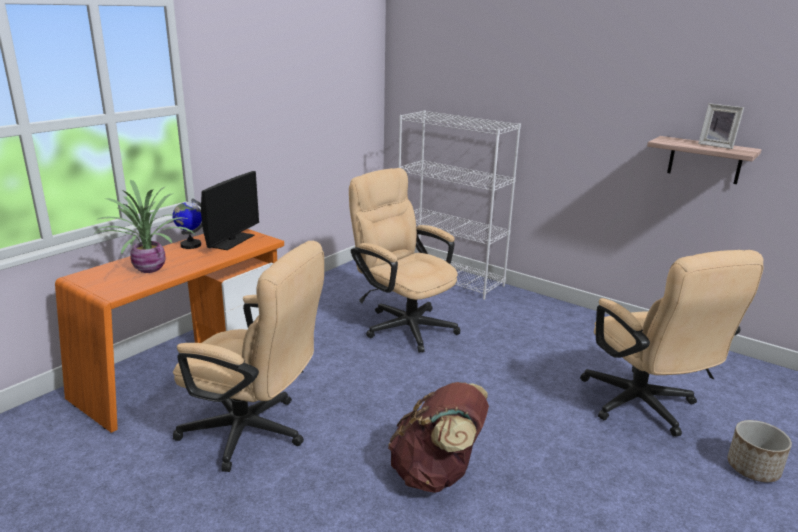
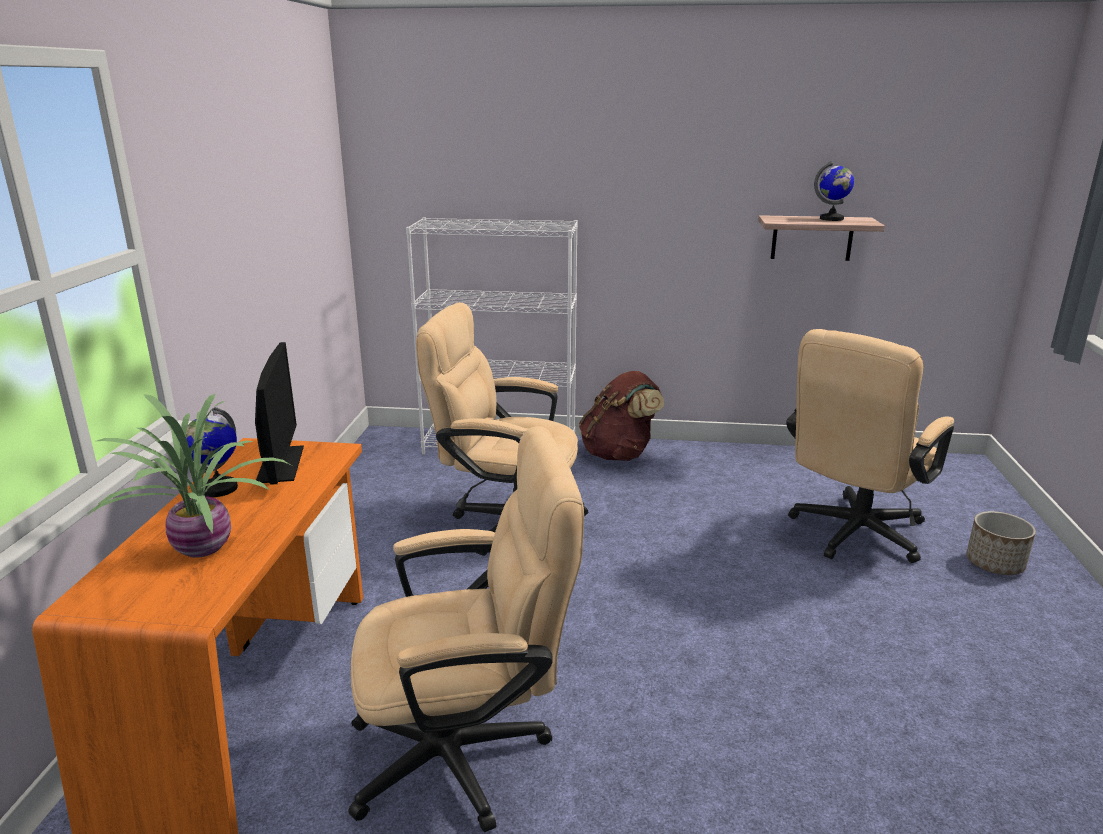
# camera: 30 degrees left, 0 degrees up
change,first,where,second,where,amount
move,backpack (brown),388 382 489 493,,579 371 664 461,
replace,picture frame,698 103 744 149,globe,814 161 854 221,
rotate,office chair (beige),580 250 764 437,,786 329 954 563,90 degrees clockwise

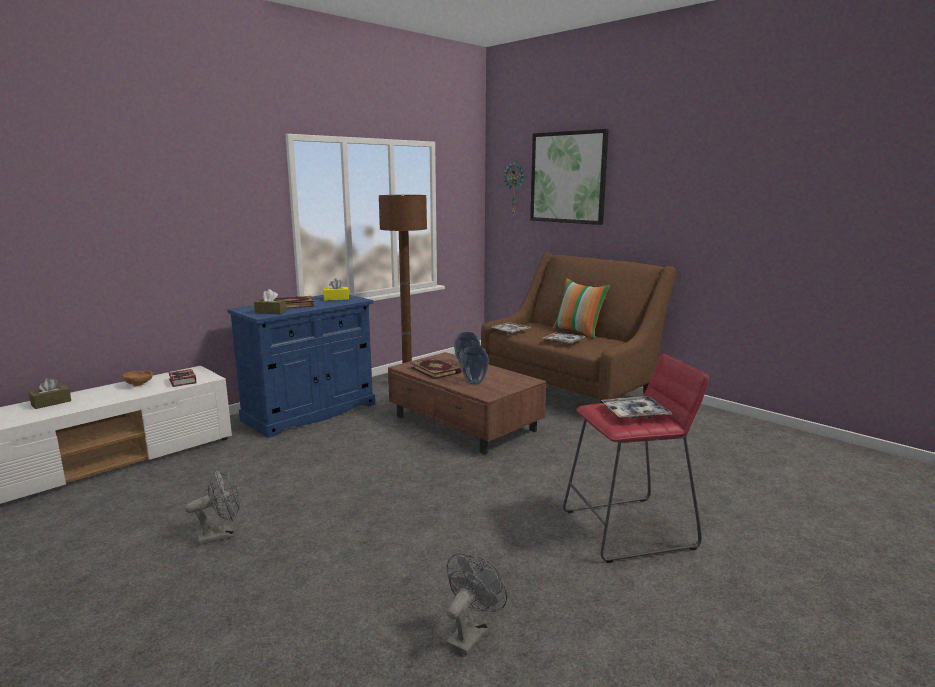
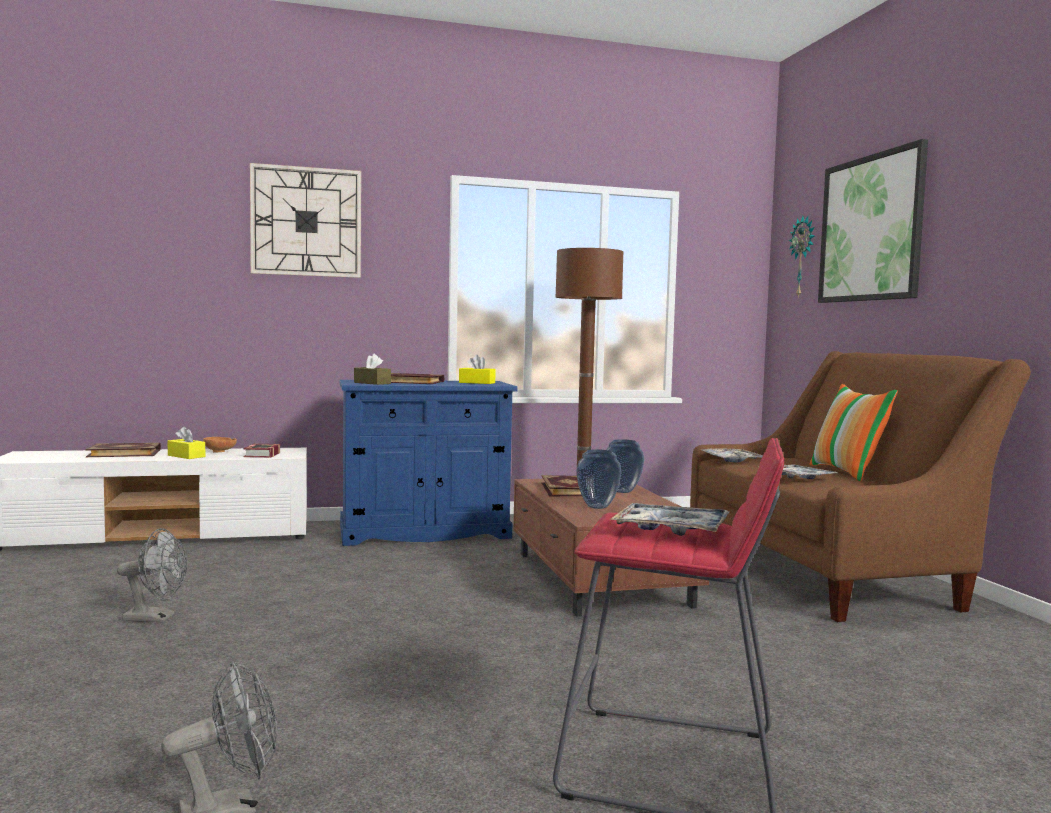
# camera: 30 degrees right, 10 degrees down
change,first,where,second,where,amount
insert,,,tissue box (yellow),168 427 205 459,
insert,,,wall clock,250 163 361 278,
replace,tissue box (brown),29 378 71 409,book,85 443 161 457,

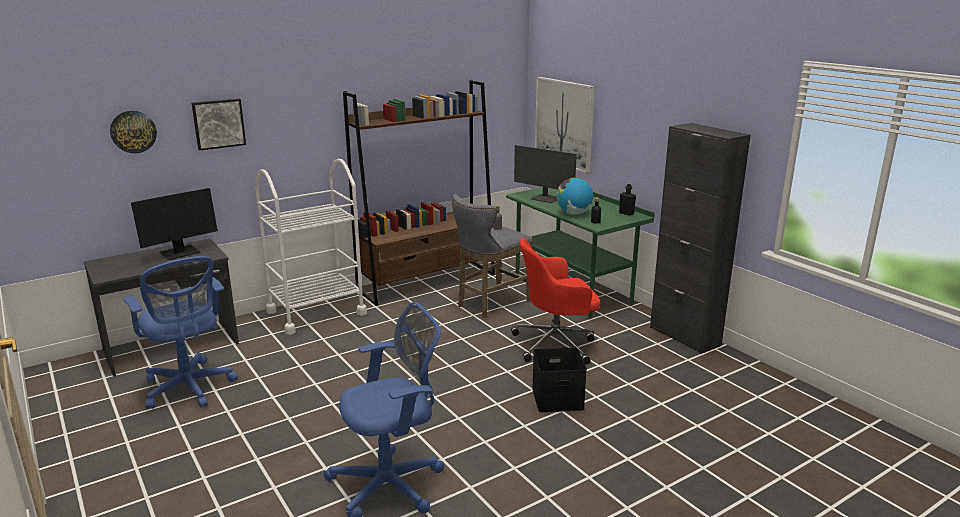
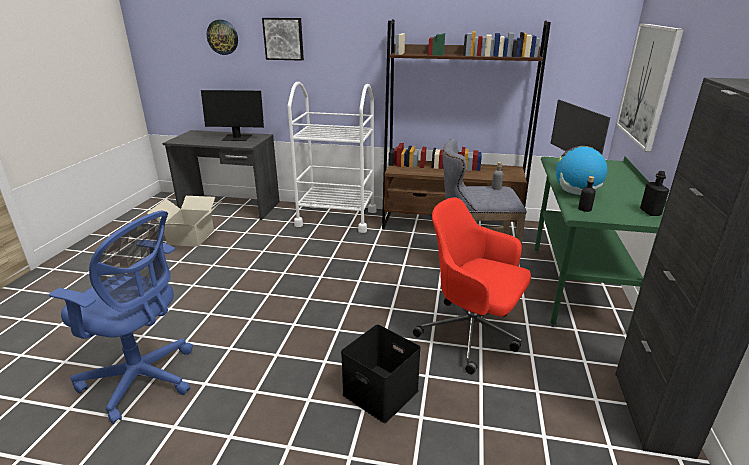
# camera: 45 degrees right, 5 degrees up
change,first,where,second,where,amount
replace,office chair (blue),123 256 238 409,cardboard box,147 196 222 247,

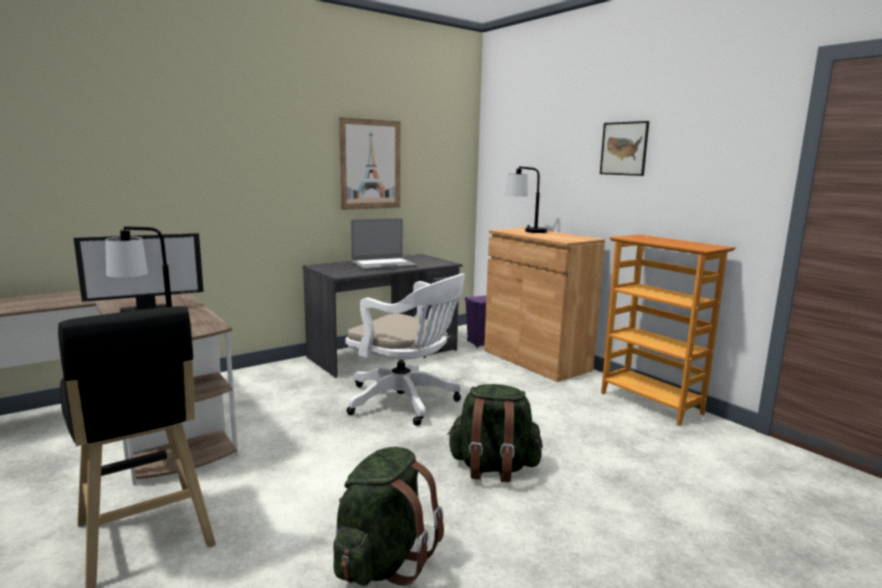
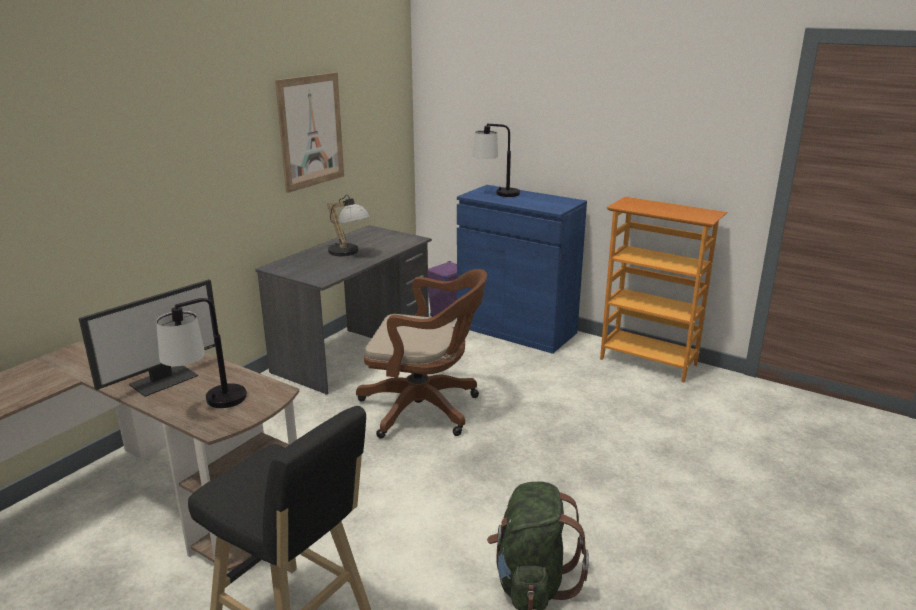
# camera: 20 degrees left, 10 degrees up
change,first,where,second,where,amount
delete,backpack (green),447 384 543 482,,,
delete,picture,600 121 649 176,,,
replace,laptop,351 218 417 269,table lamp,327 194 370 256,
recolor,office chair (white),346 273 465 426,office chair (brown),356 269 487 439,
recolor,cabinet (brown),484 227 605 382,cabinet (blue),457 185 587 354,

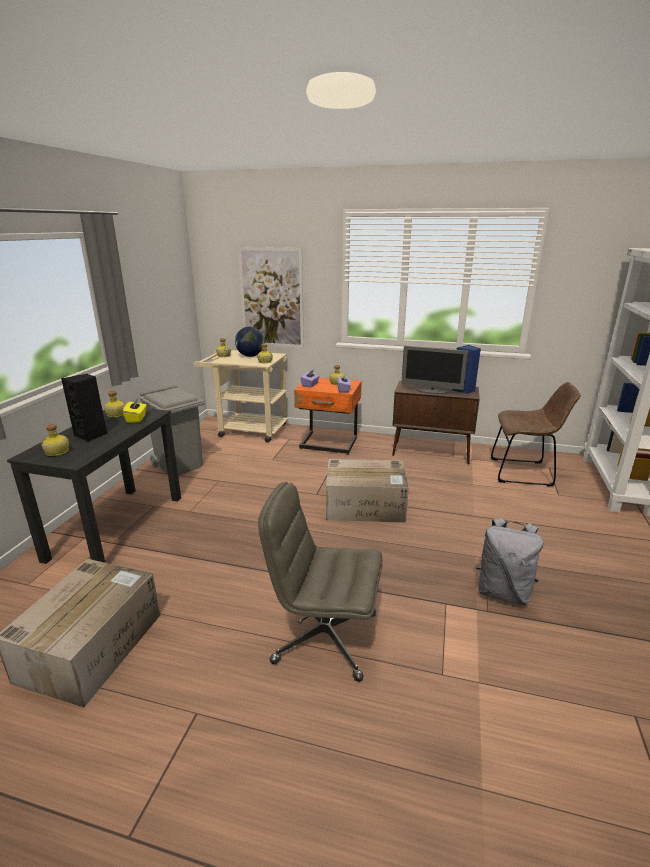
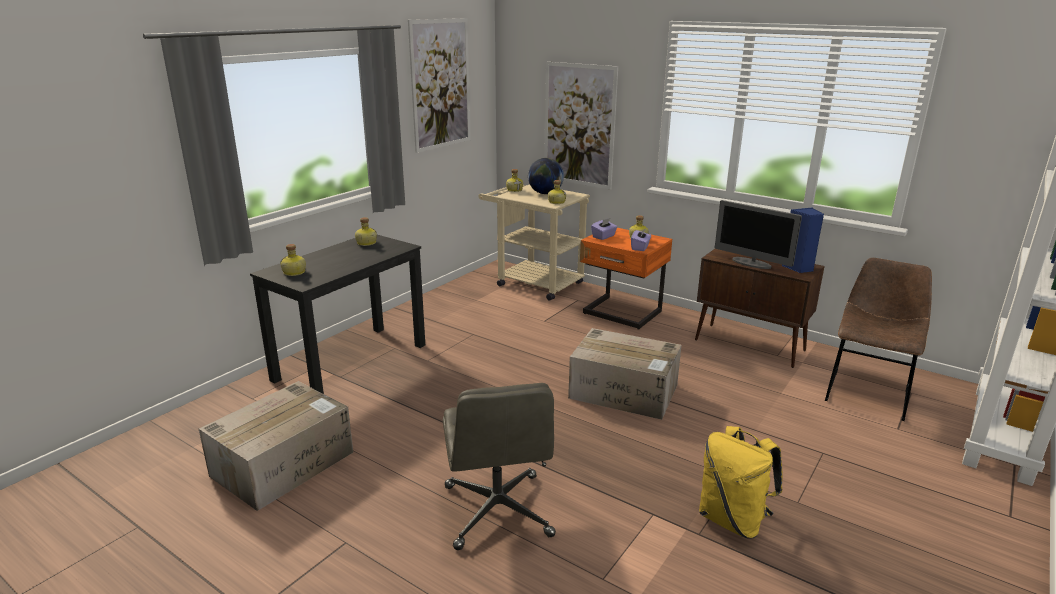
# camera: 20 degrees right, 0 degrees up
change,first,where,second,where,amount
delete,speaker (black),61 374 107 442,,,
delete,tissue box (yellow),123 398 146 423,,,
delete,trash can (grey),140 385 205 475,,,
insert,,,picture,408 18 471 153,
recolor,backpack (grey),476 518 543 605,backpack (yellow),699 426 783 539,
rotate,office chair (grey),258 482 383 682,,443 383 556 550,135 degrees counterclockwise
rotate,chair (brown),491 382 580 486,,825 258 932 421,90 degrees counterclockwise

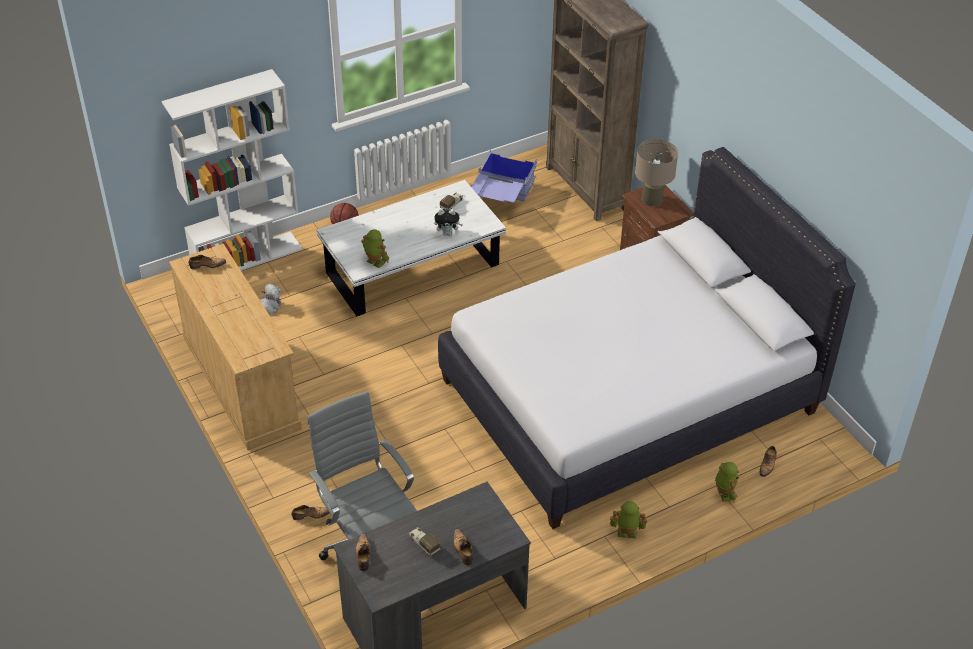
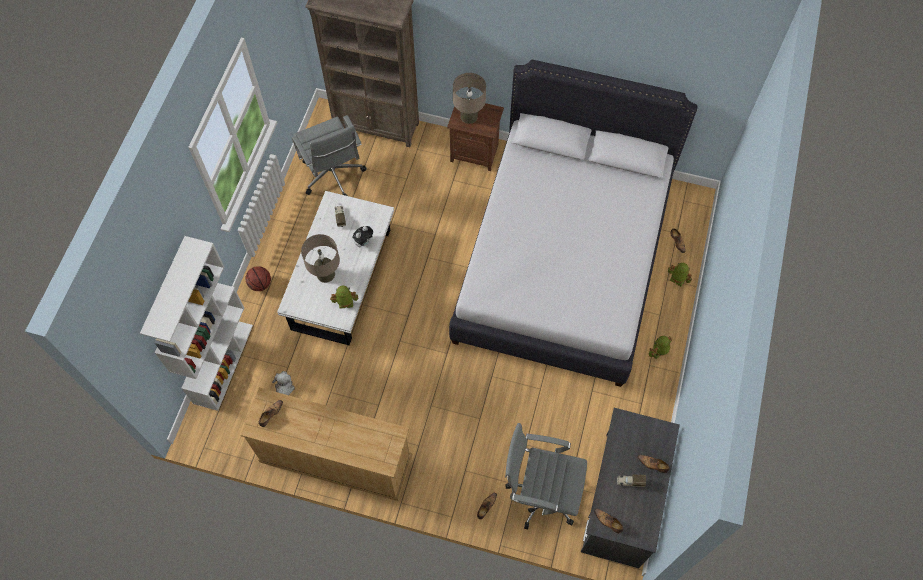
# camera: 45 degrees left, 20 degrees up
change,first,where,second,where,amount
insert,,,table lamp (beige),301 234 340 283,
replace,storage box (blue),471 149 537 203,office chair (grey),292 115 367 196,

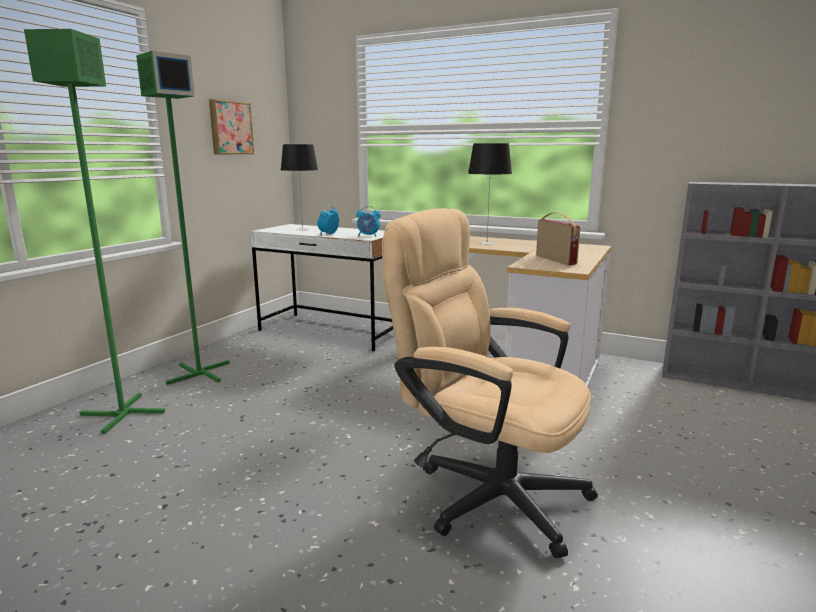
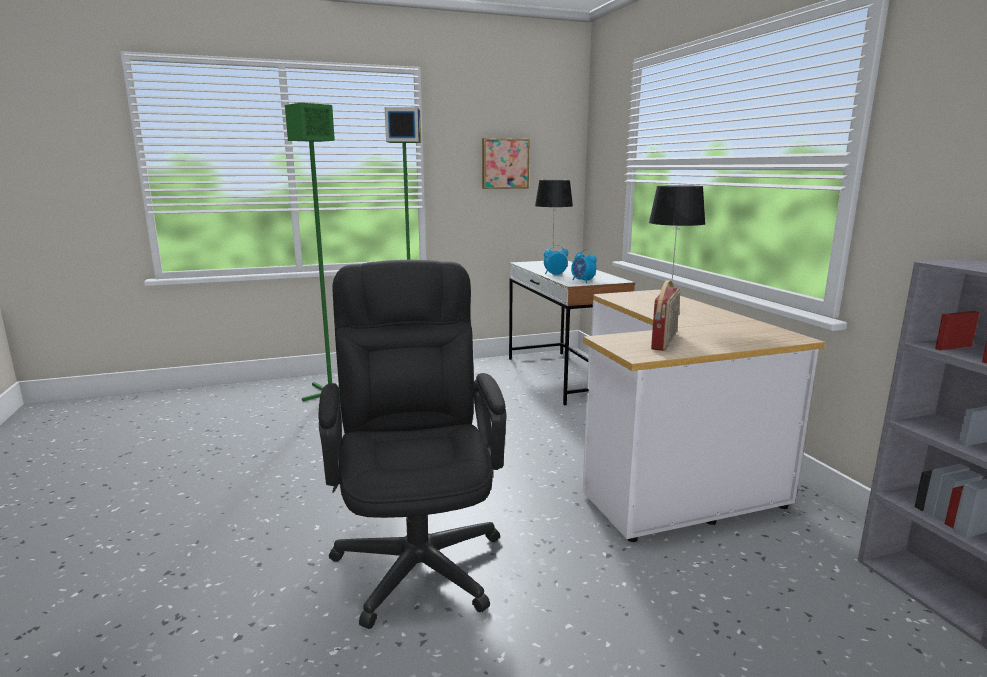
# camera: 45 degrees right, 0 degrees up
change,first,where,second,where,amount
recolor,office chair (beige),382 208 598 558,office chair (black),319 260 506 629,

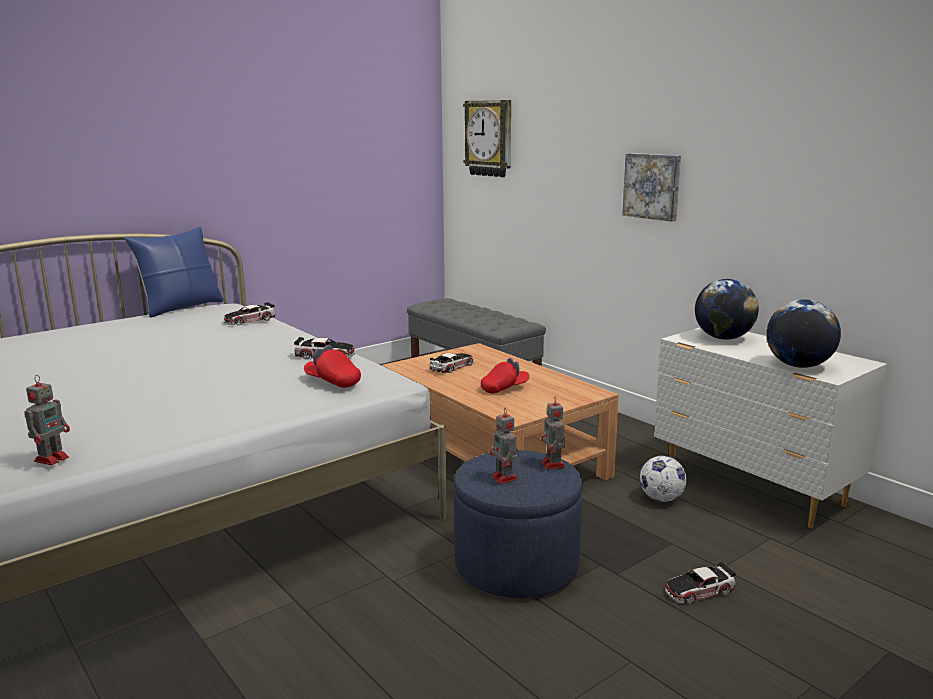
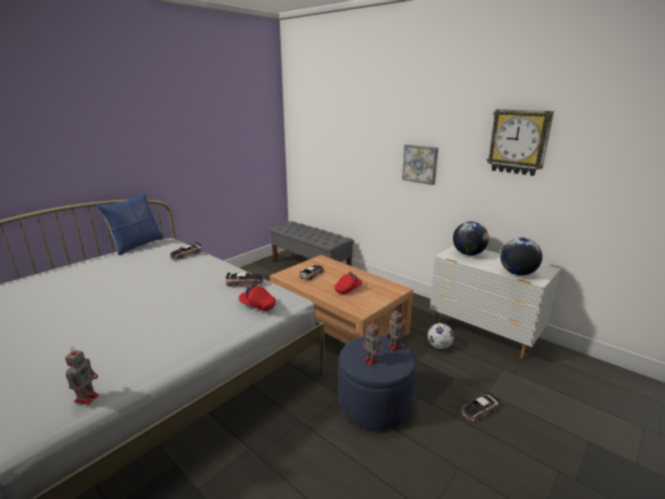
# camera: 10 degrees left, 5 degrees up
change,first,where,second,where,amount
move,wall clock,463 100 511 177,,487 109 554 176,

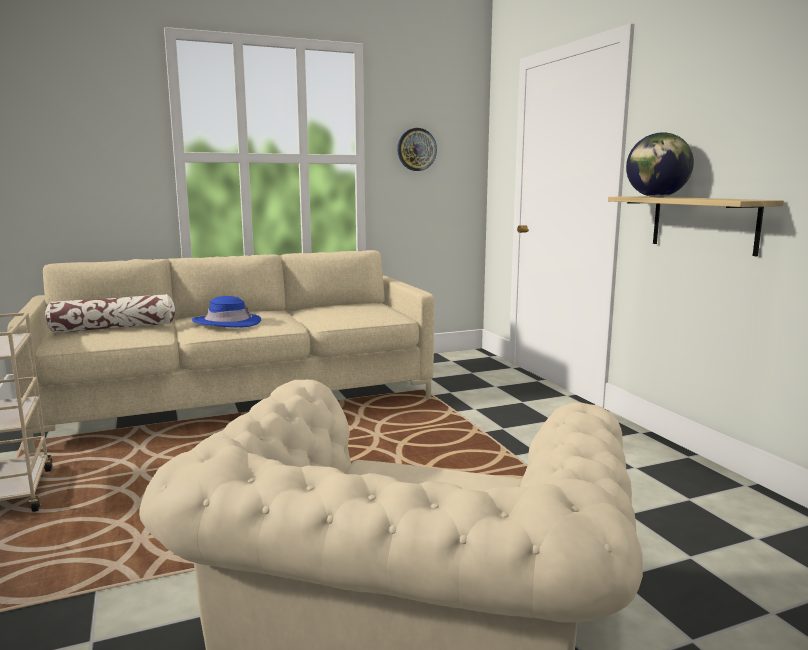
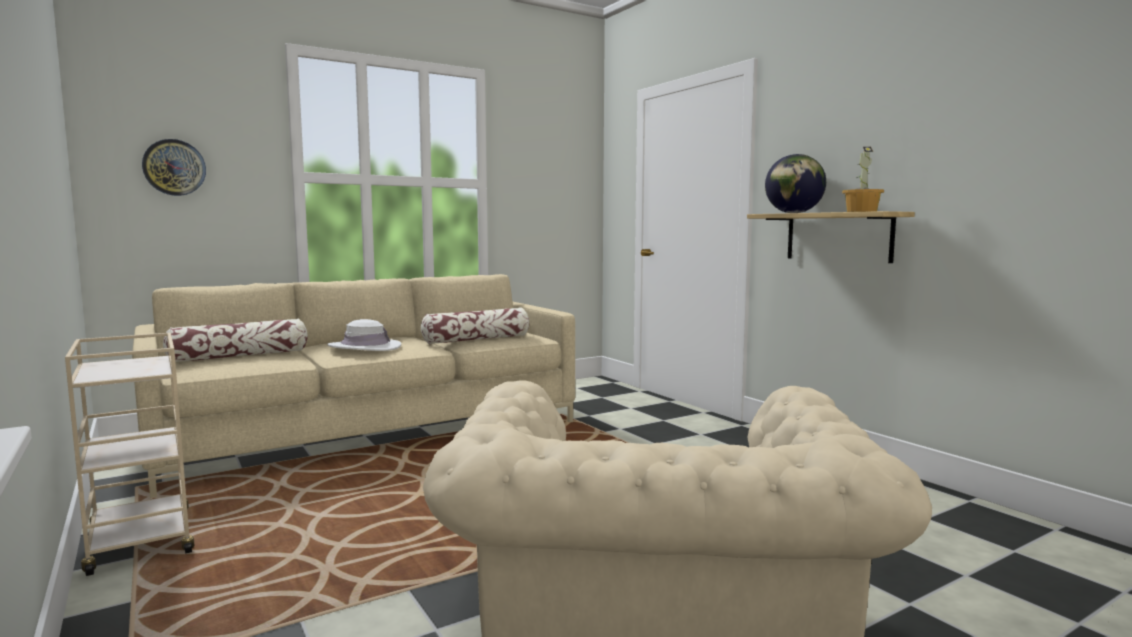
# camera: 10 degrees left, 5 degrees down
change,first,where,second,where,amount
insert,,,pillow,421 308 529 344,
insert,,,potted plant,842 147 884 212,
move,wall clock,397 128 437 171,,142 139 206 196,
recolor,hat (blue),192 296 261 328,hat (white),327 319 401 351,

